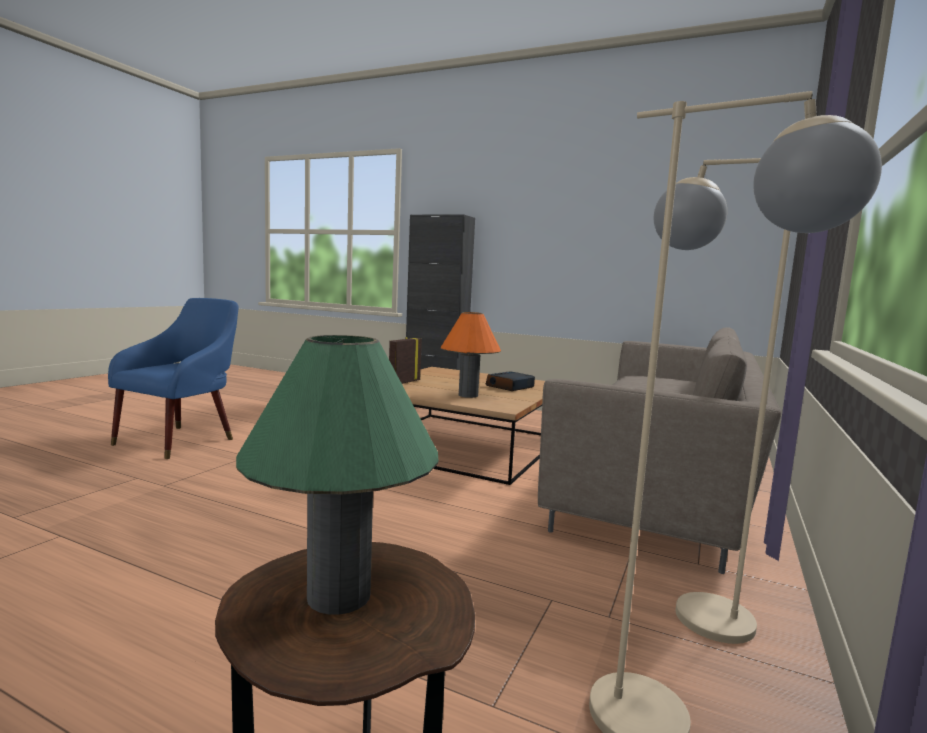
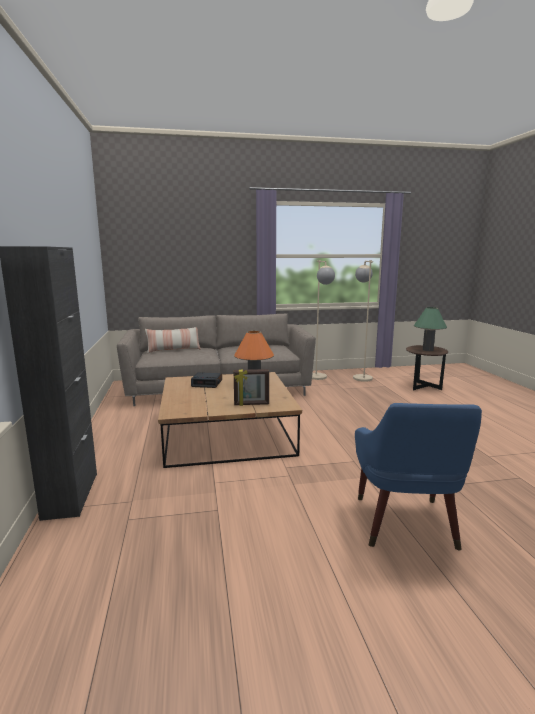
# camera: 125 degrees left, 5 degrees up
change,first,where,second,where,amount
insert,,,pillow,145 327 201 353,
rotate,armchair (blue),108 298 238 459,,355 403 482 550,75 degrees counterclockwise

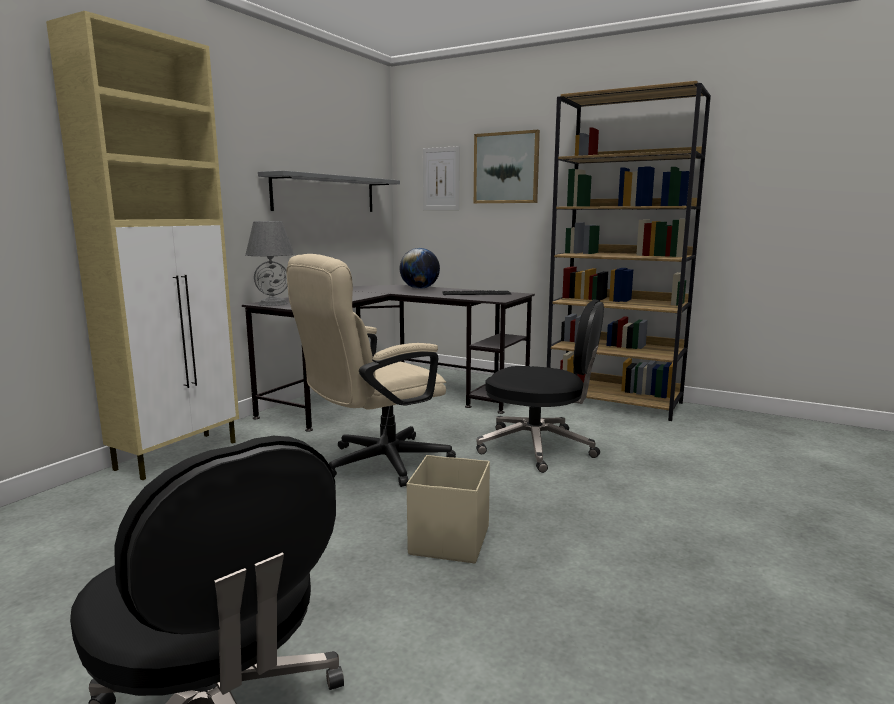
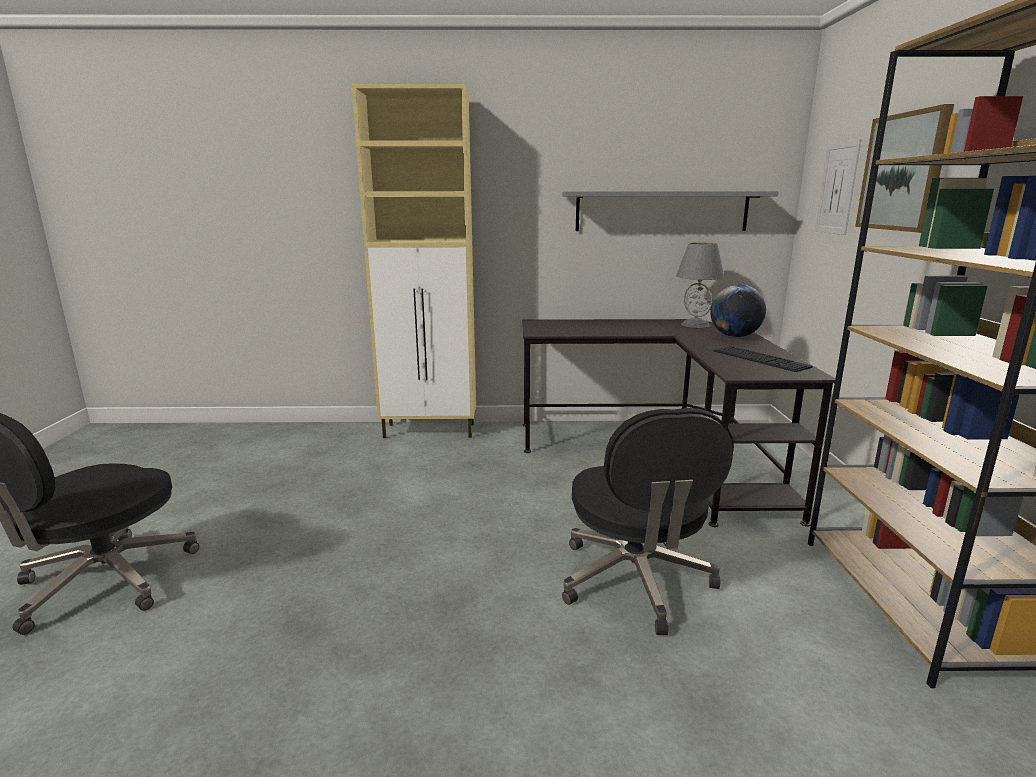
# camera: 60 degrees right, 5 degrees up
change,first,where,second,where,amount
delete,office chair (beige),286 254 456 487,,,
delete,storage box (beige),407 455 490 564,,,
move,table lamp (grey),245 221 294 306,,676 242 725 328,

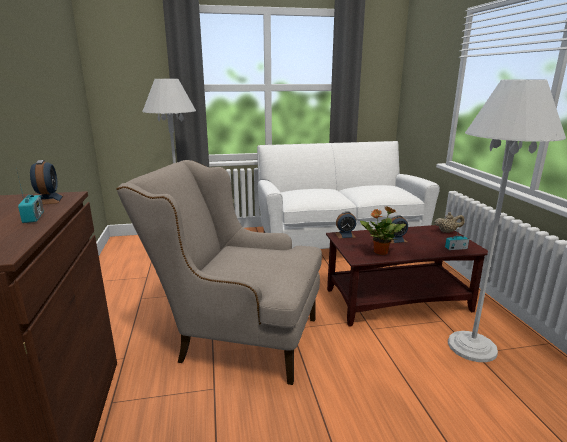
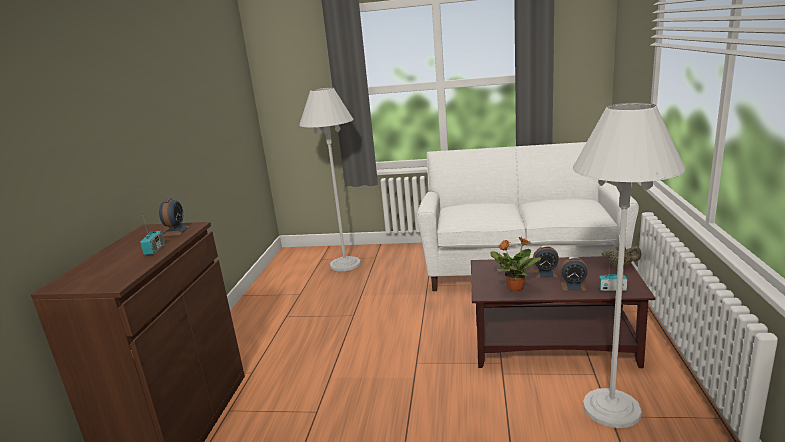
# camera: 20 degrees right, 0 degrees up
change,first,where,second,where,amount
delete,armchair (beige),116 160 322 385,,,
move,alarm clock,335 211 357 239,,560 257 588 291,

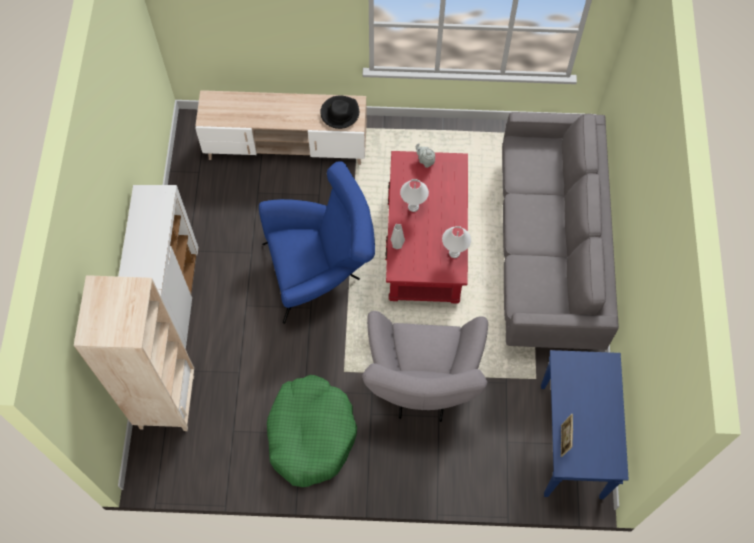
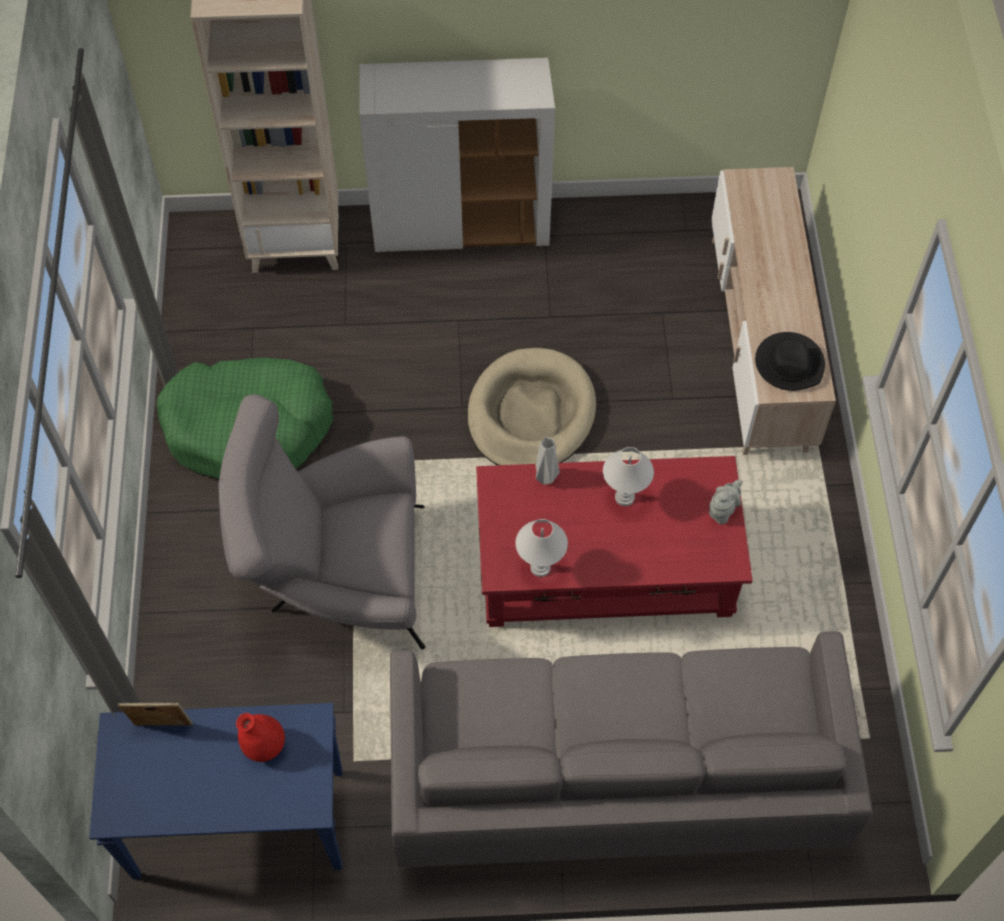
# camera: 85 degrees right, 5 degrees down
change,first,where,second,where,amount
insert,,,vase (red),236 713 285 762,
replace,armchair (blue),259 161 375 324,dog bed (beige),468 348 596 465,

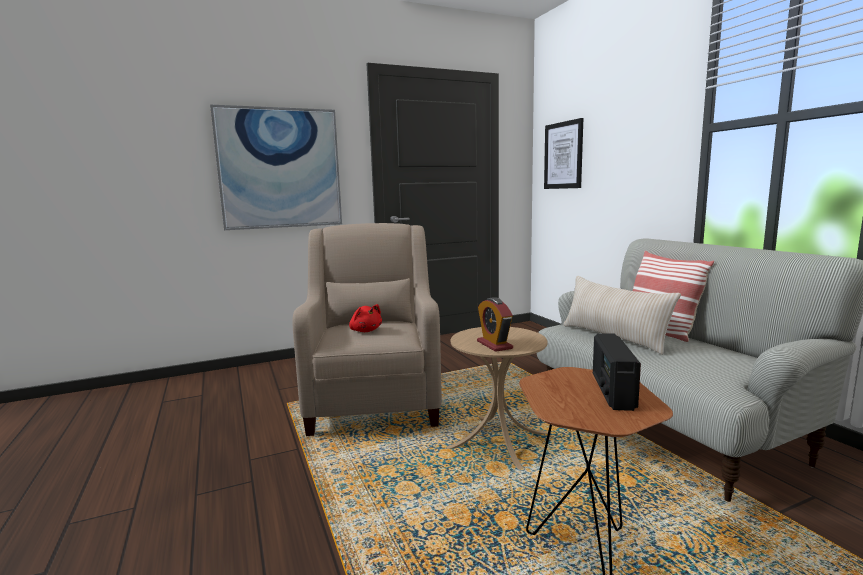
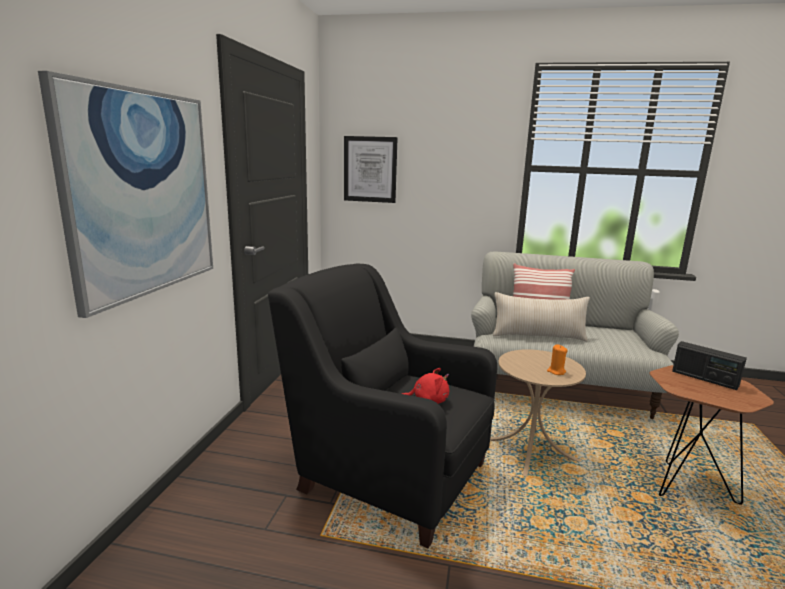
# camera: 55 degrees left, 5 degrees up
change,first,where,second,where,amount
replace,alarm clock,477 297 513 352,candle (orange),547 344 568 375,
recolor,armchair (beige),293 223 442 436,armchair (black),268 263 497 548,

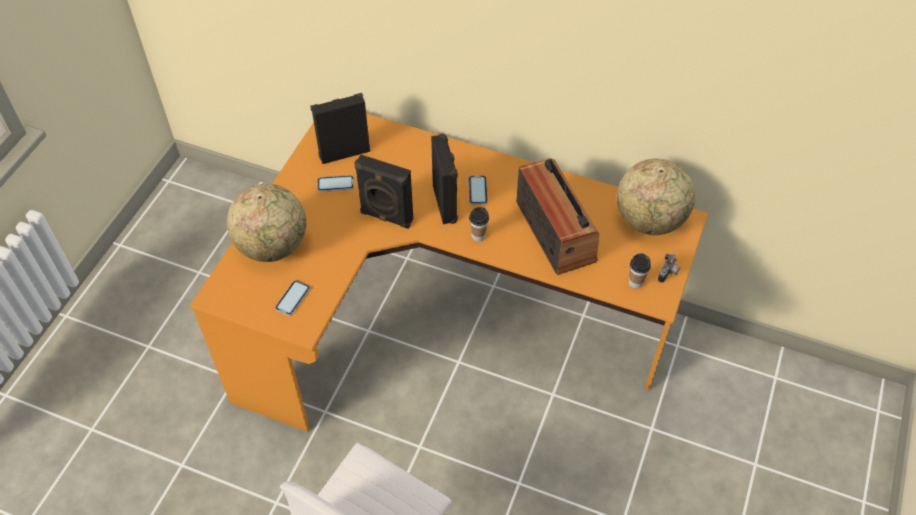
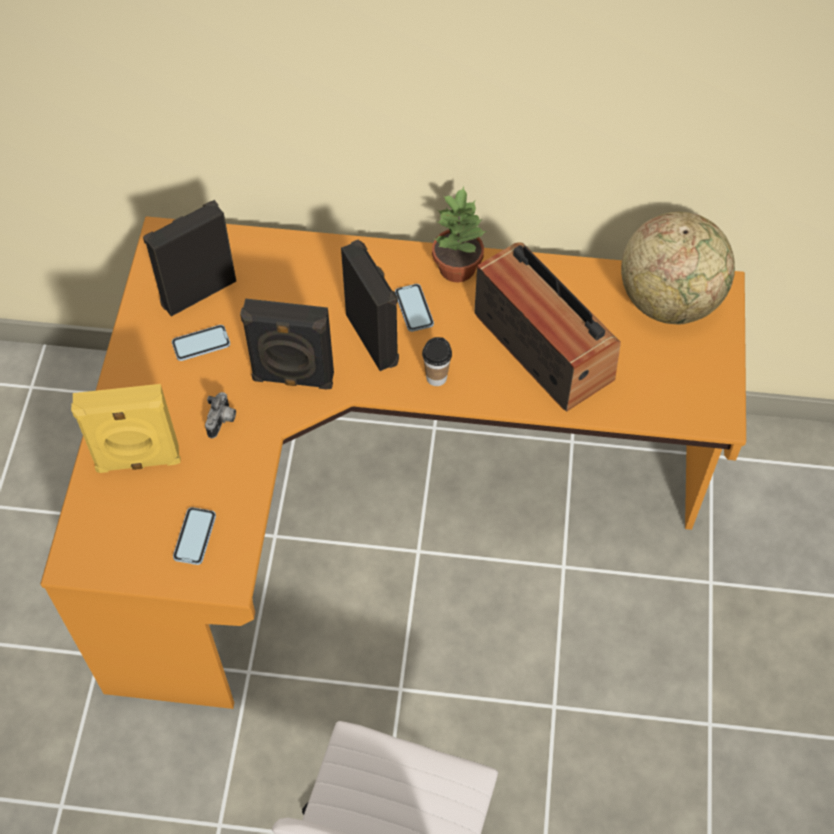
# camera: 15 degrees left, 5 degrees up
change,first,where,second,where,amount
delete,cup,629 254 651 288,,,
insert,,,potted plant,432 187 487 282,
move,photo camera,658 254 680 283,,205 392 236 438,
replace,globe,227 184 307 262,speaker (yellow),71 384 181 473,

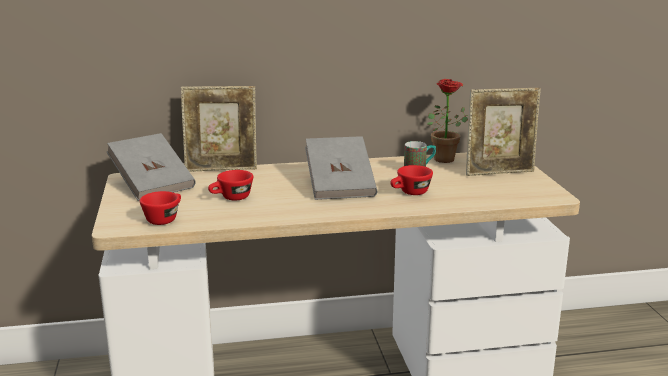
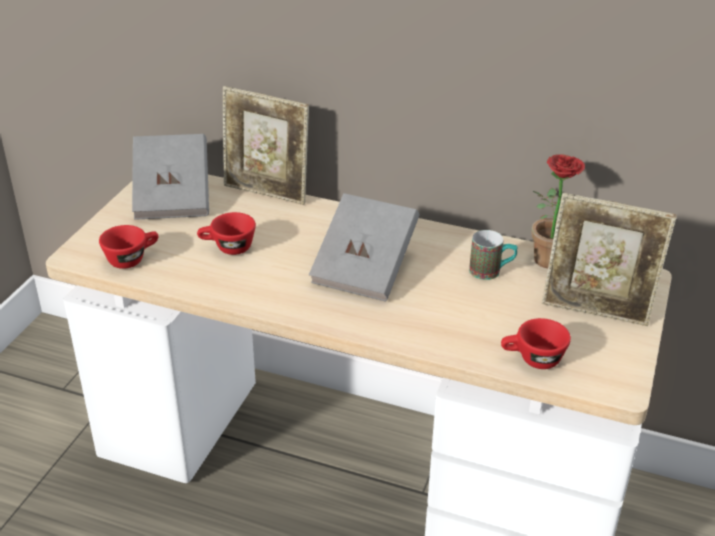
# camera: 30 degrees right, 15 degrees up
change,first,where,second,where,amount
move,cup (red),390 165 433 195,,501 318 571 369,

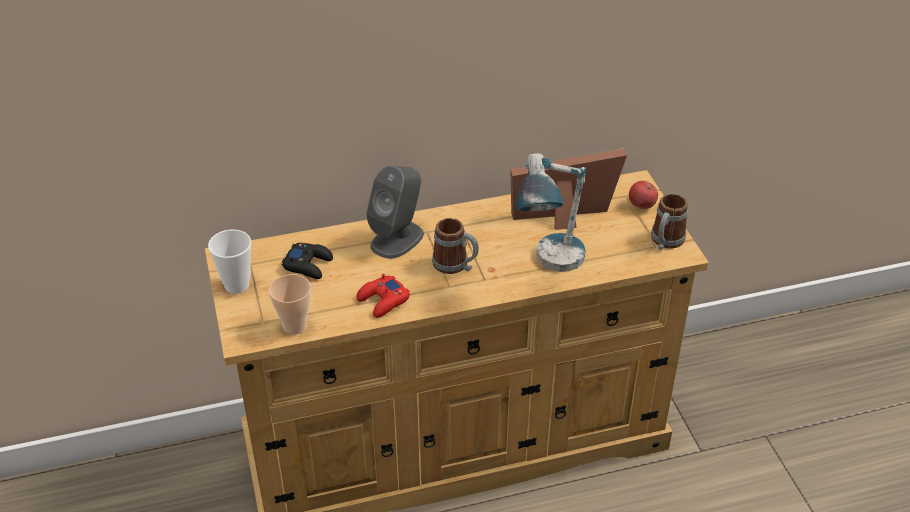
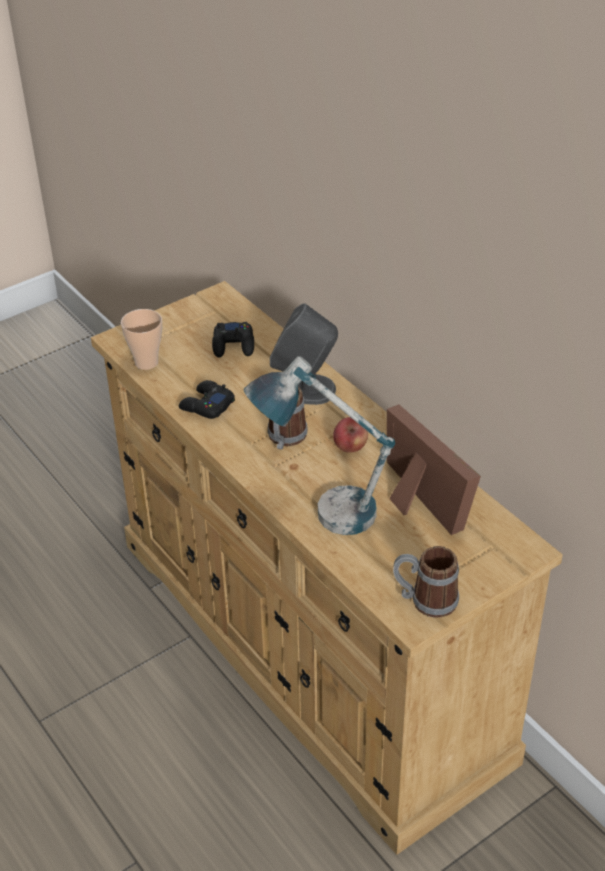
# camera: 70 degrees right, 0 degrees up
change,first,where,second,where,amount
delete,cup,208 230 251 294,,,
move,apple,629 181 658 209,,333 417 368 453,
recolor,game controller (red),356 274 410 318,game controller (black),179 380 235 419,

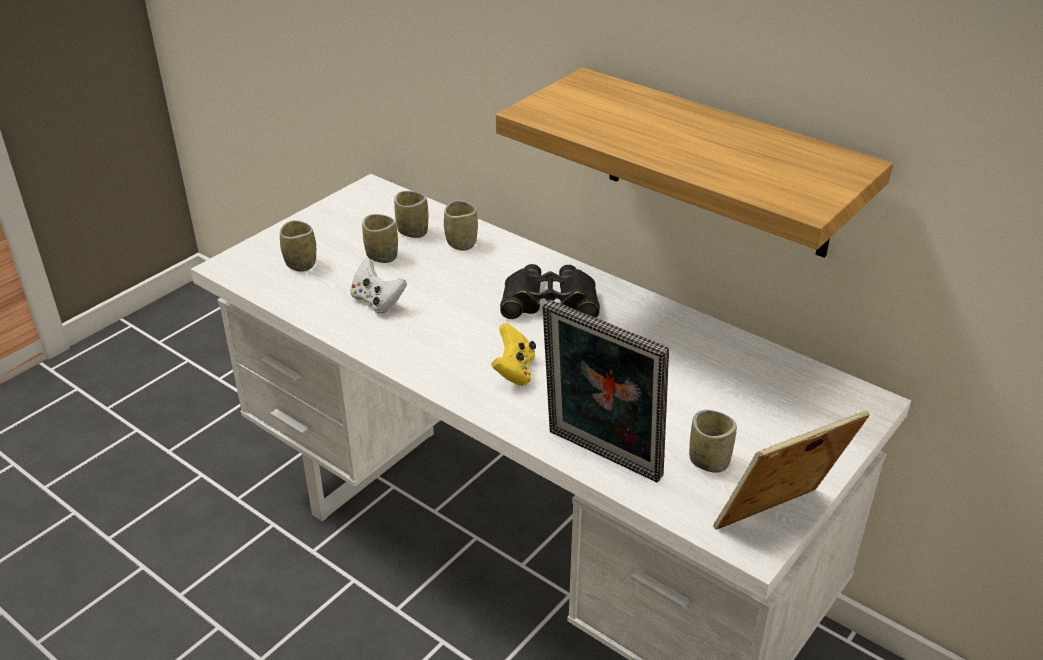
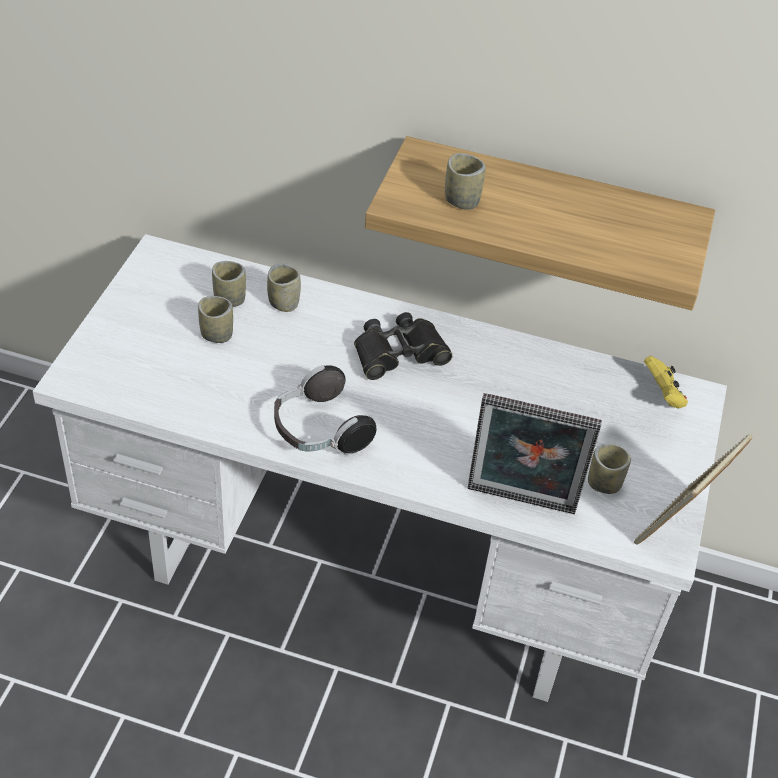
# camera: 25 degrees left, 10 degrees up
change,first,where,second,where,amount
delete,game controller (white),350 258 407 314,,,
insert,,,headphones,274 365 376 455,
move,cup,280 220 316 272,,445 153 486 210,
move,game controller (yellow),491 323 536 386,,644 356 688 409,

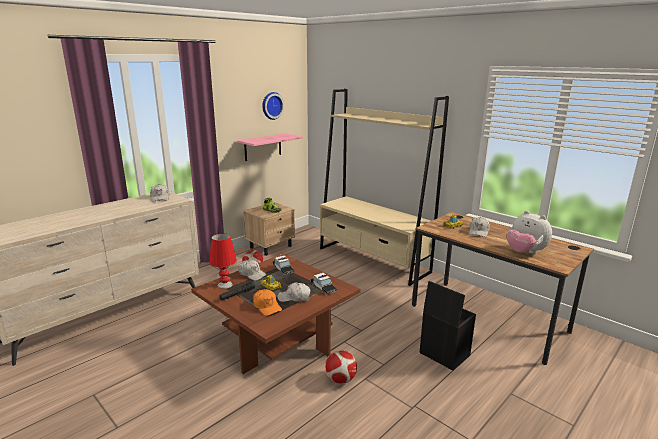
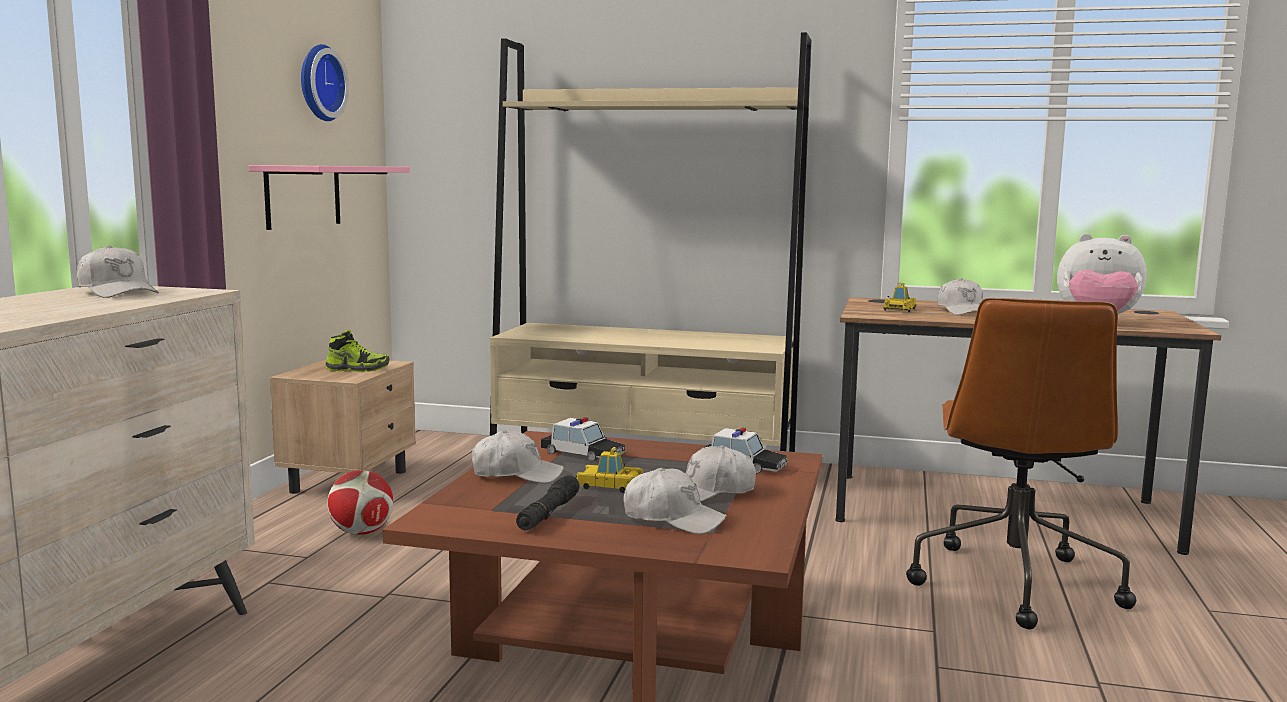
# camera: 30 degrees left, 10 degrees down
change,first,where,second,where,amount
delete,table lamp (red),209 233 237 289,,,
delete,football,325 350 357 384,,,
replace,storage box (black),419 281 476 370,office chair (brown),906 298 1136 630,
recolor,cap (orange),253 289 282 316,cap (white),623 468 727 534,

